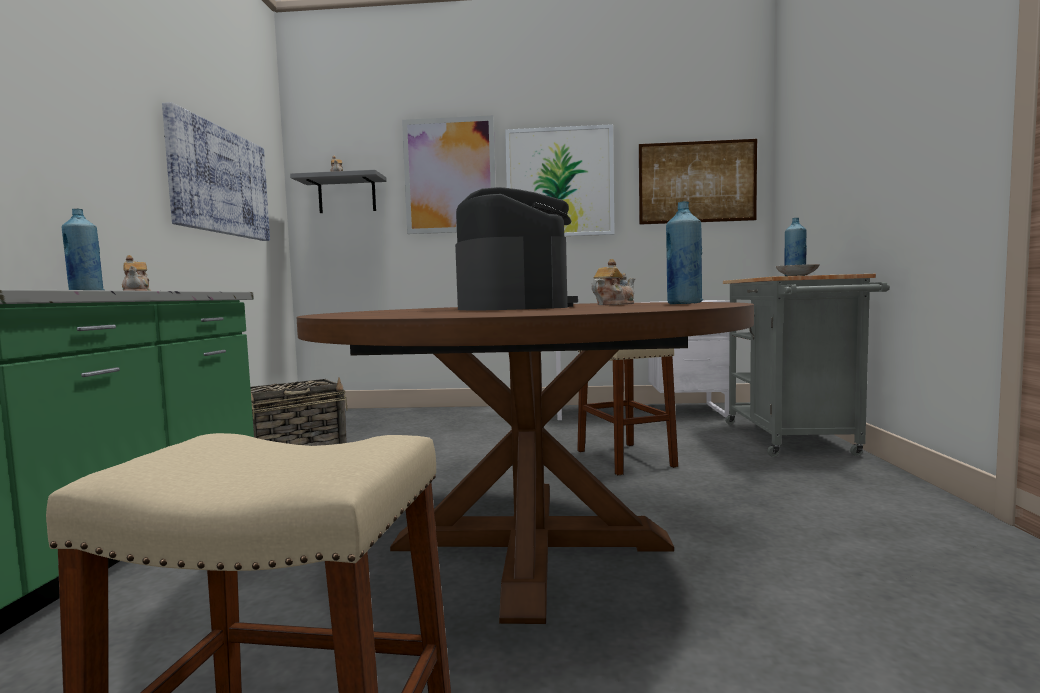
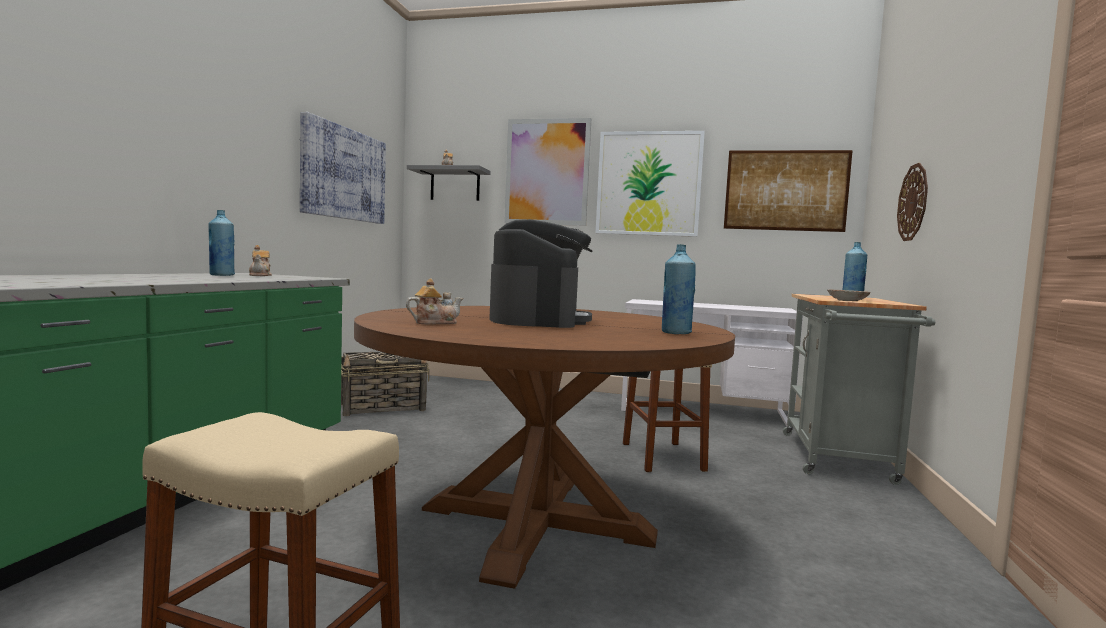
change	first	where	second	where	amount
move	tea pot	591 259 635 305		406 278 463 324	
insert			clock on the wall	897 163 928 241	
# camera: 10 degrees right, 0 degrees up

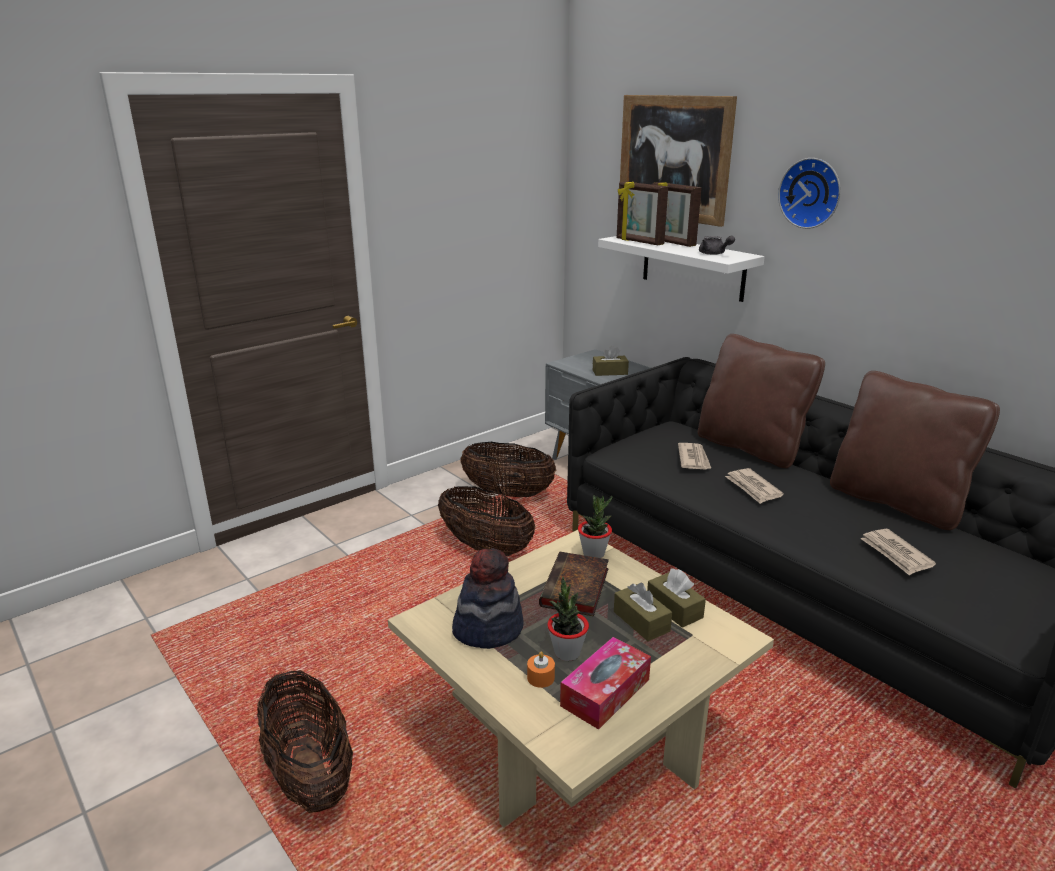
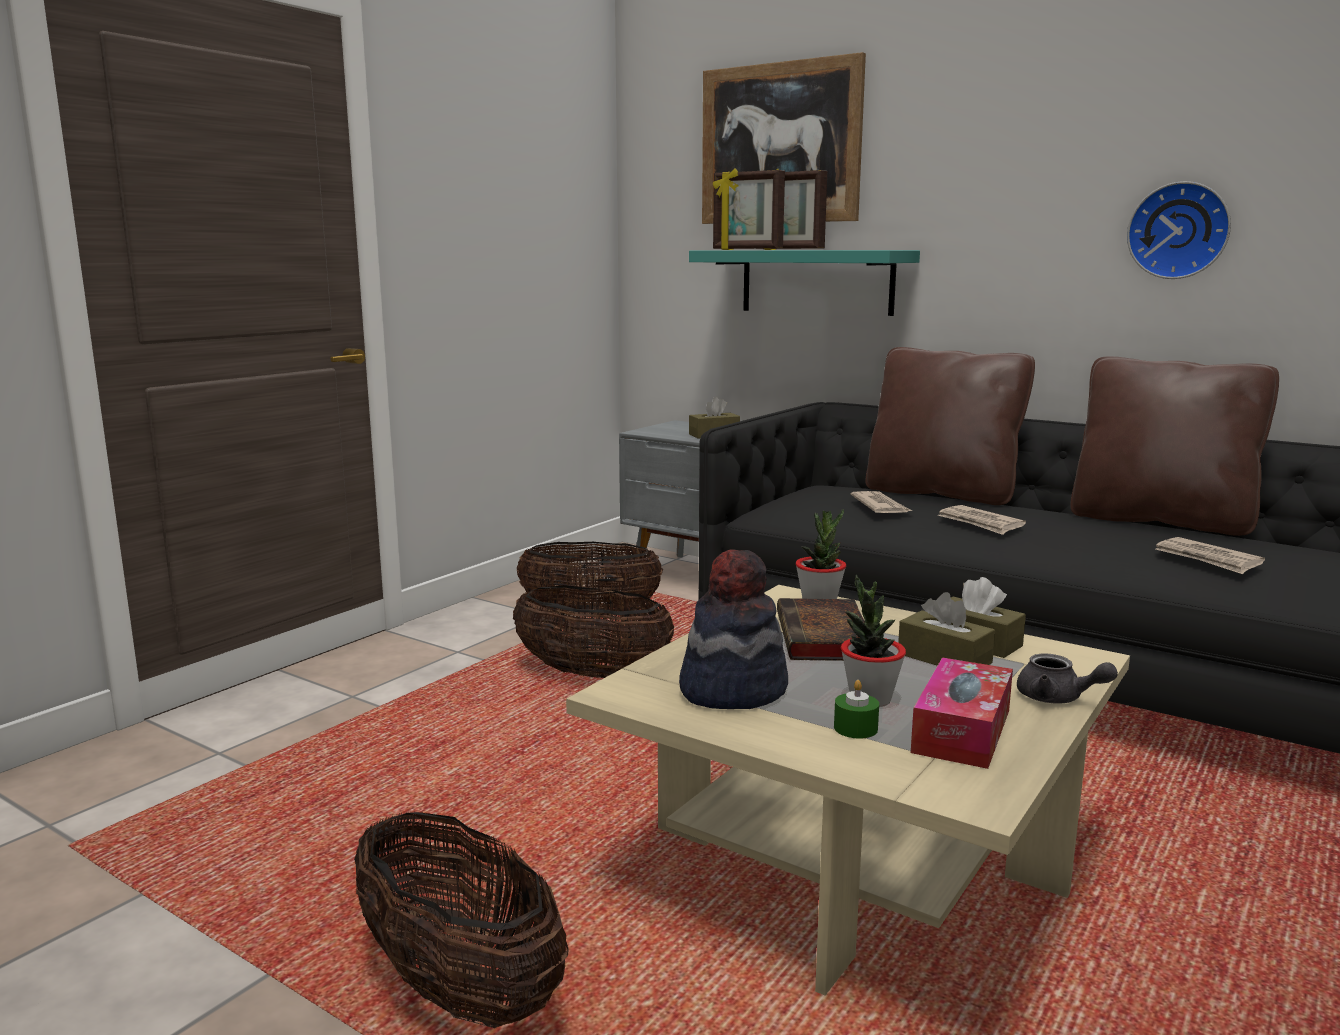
change	first	where	second	where	amount
recolor	shelf (white)	598 236 765 302	shelf (turquoise-coloured)	689 250 920 316	
recolor	wax candle (orange)	527 651 555 688	wax candle (green-coloured)	834 680 879 739	
move	tea pot (grey)	699 236 735 255		1017 653 1118 703	
move	clock on the wall	778 158 841 229		1127 181 1231 279	
# camera: 15 degrees left, 10 degrees down

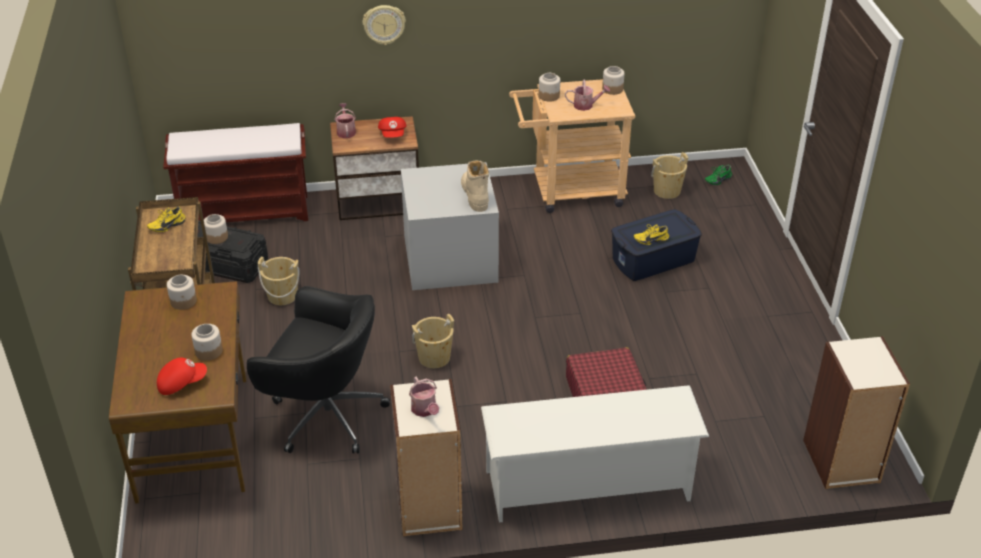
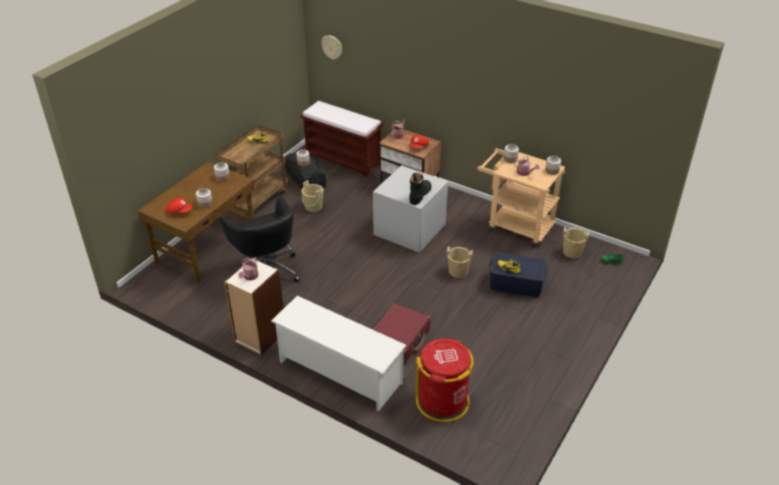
change	first	where	second	where	amount
move	clock on the wall	363 5 406 45		321 35 342 60	
recolor	tall boot (sand-coloured)	461 160 489 212	tall boot (blackish)	409 172 432 205	
insert			trash can (reddish)	416 338 474 422	
move	bucket (sand-coloured)	412 314 454 368		446 246 473 278	
delete	shelving unit	803 336 910 489			
# camera: 40 degrees right, 0 degrees up

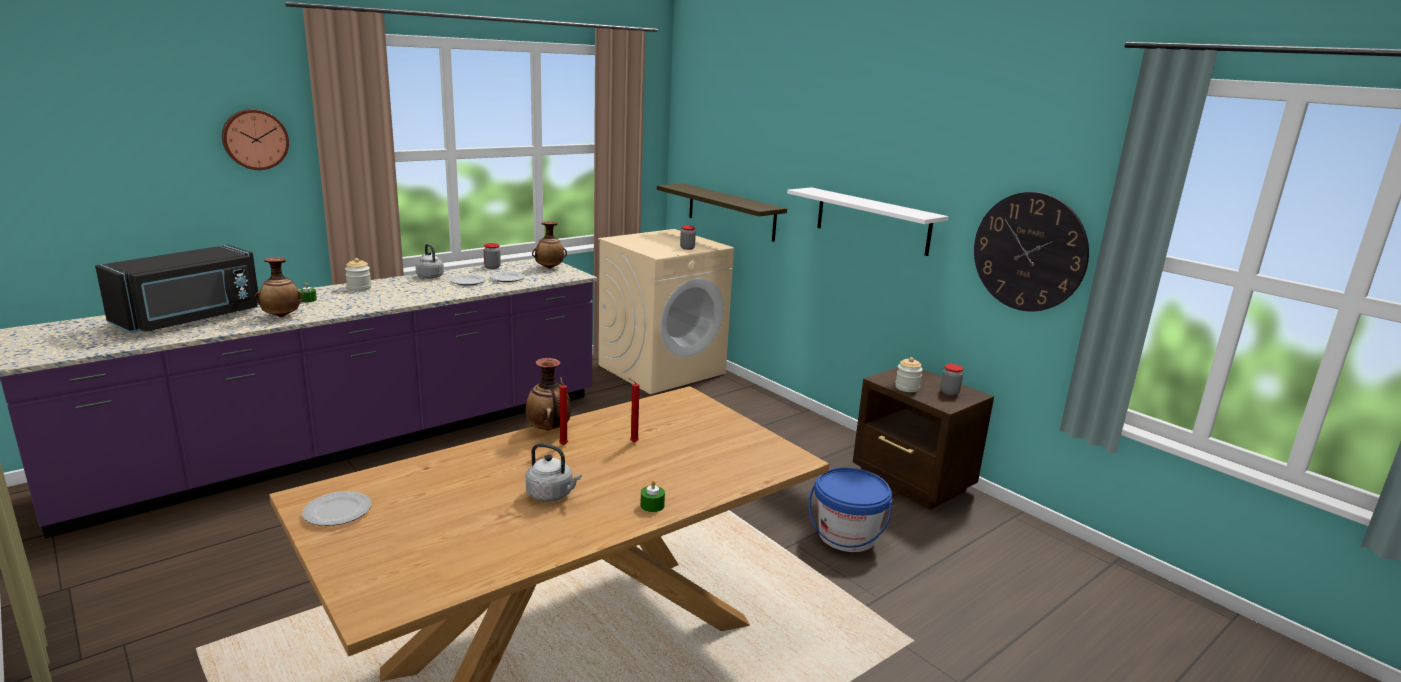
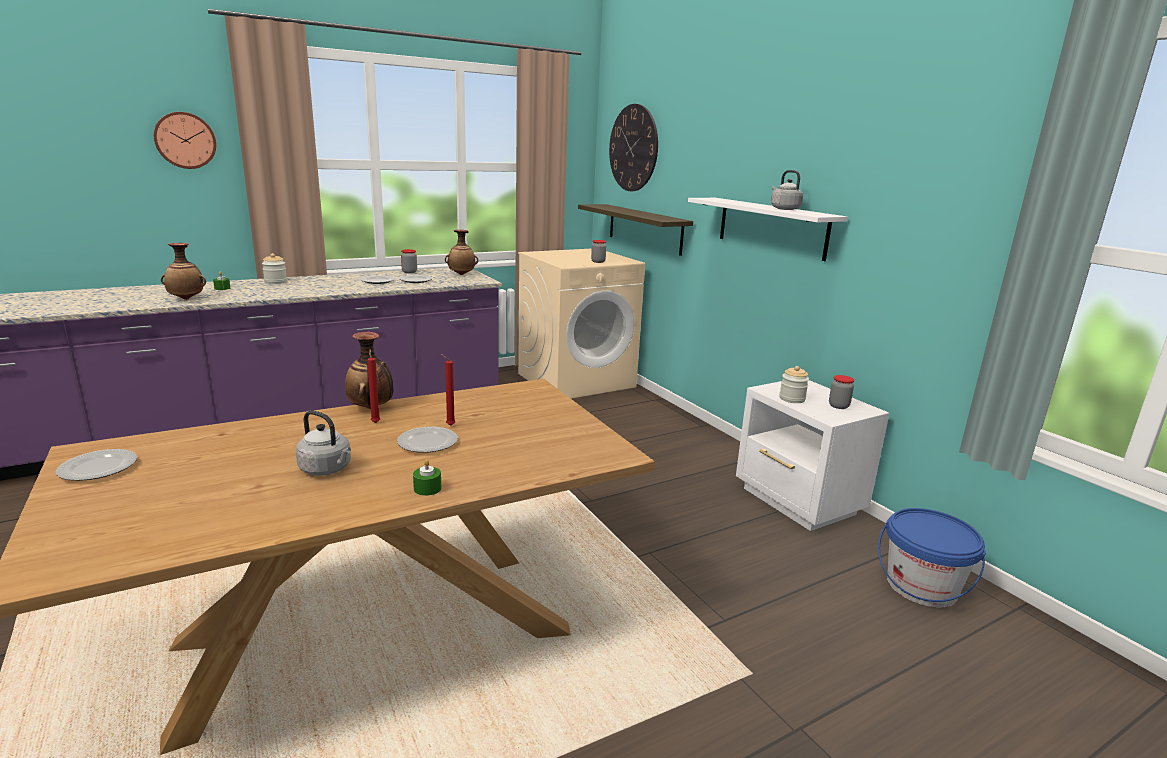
change	first	where	second	where	amount
insert			dinner plate	397 427 458 453	
move	clock on the wall	974 192 1089 312		609 104 658 191	
recolor	bedside table (brownish)	853 367 994 510	bedside table (white)	736 380 889 531	
move	water kettle (grey)	415 244 444 279		771 170 803 210	
move	bucket (blue-coloured)	809 468 892 552		878 508 986 607	
delete	microwave oven (blackish)	95 245 259 333			
# camera: 10 degrees right, 0 degrees up

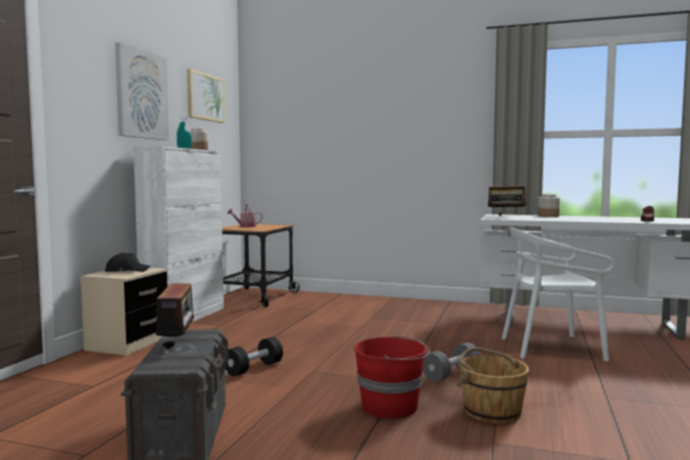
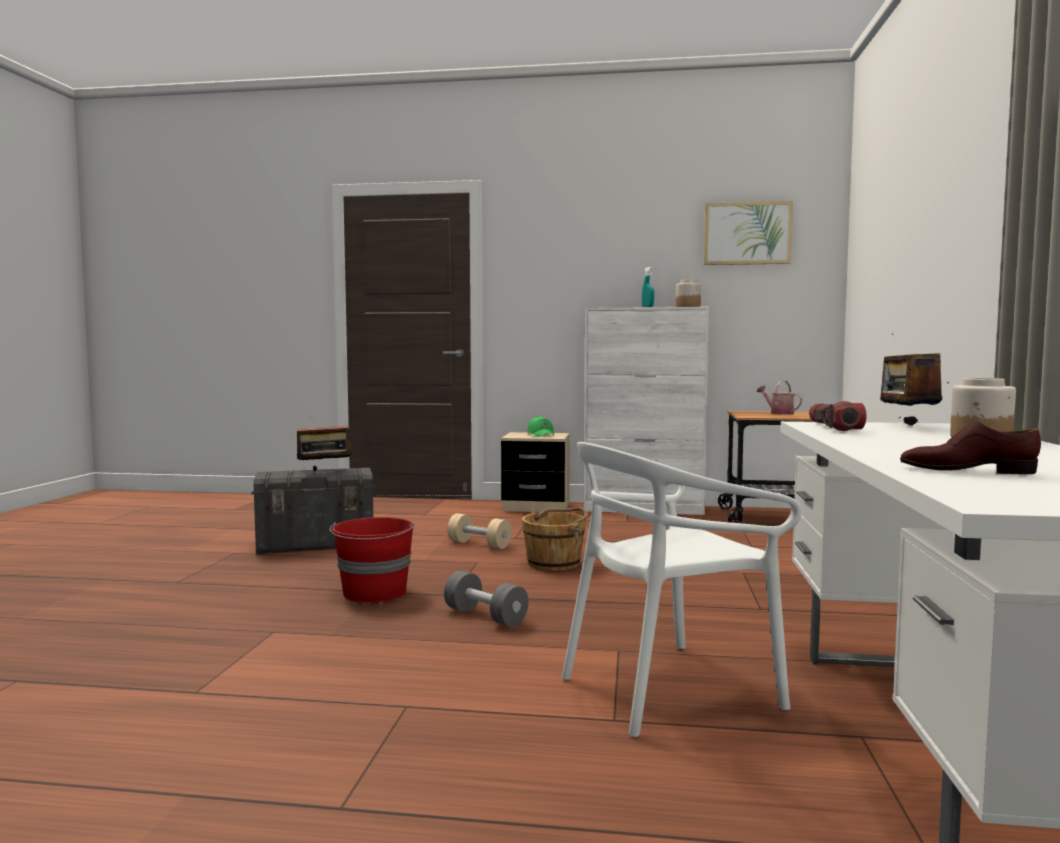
change	first	where	second	where	amount
recolor	free weight (blackish)	226 337 283 376	free weight (sand-coloured)	447 513 512 549	
move	bucket (brownish)	456 347 529 424		522 507 588 571	
recolor	baseball cap (blackish)	105 253 150 272	baseball cap (green-coloured)	527 416 554 437	
rotate	plain chair (white)	502 227 615 362		562 442 802 737	105 degrees counterclockwise
insert			torch	809 401 866 431	
delete	wall picture	115 43 169 140			
# camera: 80 degrees right, 0 degrees up

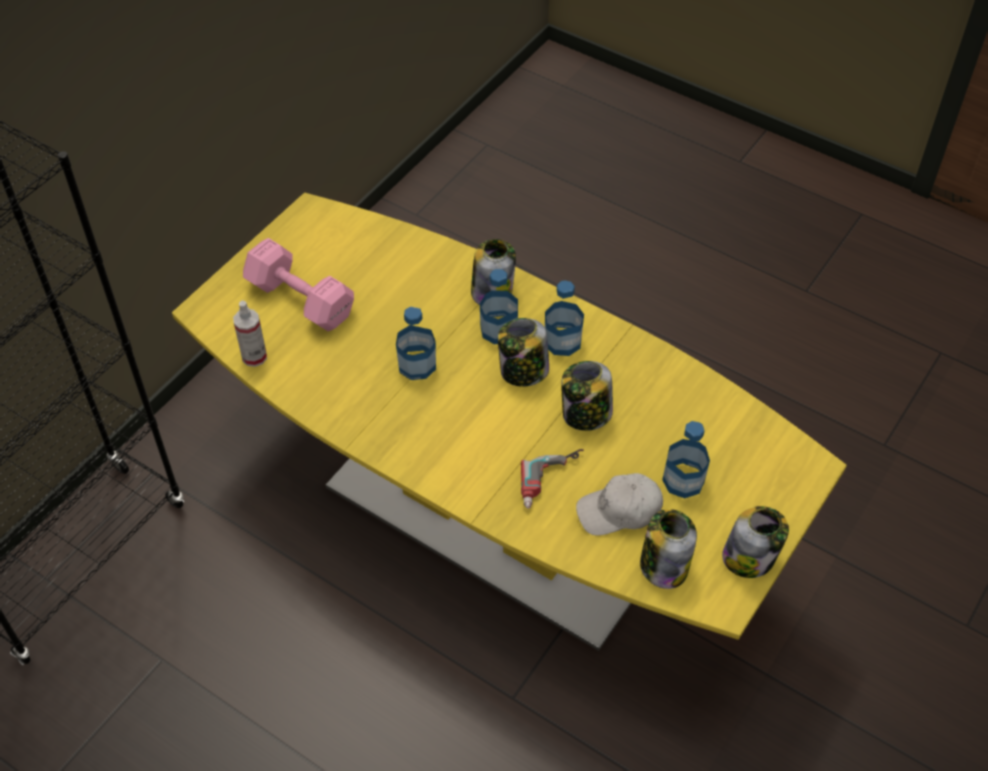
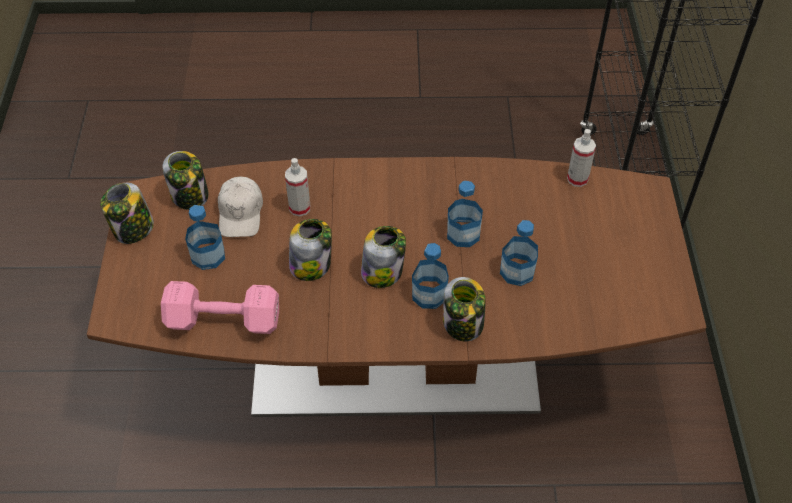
change	first	where	second	where	amount
recolor	dining table (yellowish)	172 193 847 651	dining table (brownish)	87 157 707 417	
move	free weight (pink)	243 238 354 331		161 281 279 334	
rotate	baseball cap (white)	576 473 663 536		218 177 263 237	135 degrees clockwise
replace	drill	521 449 584 509	hand sprayer	285 158 310 216	
move	bottle	545 280 584 356		500 220 538 286	
# camera: 145 degrees right, 0 degrees up

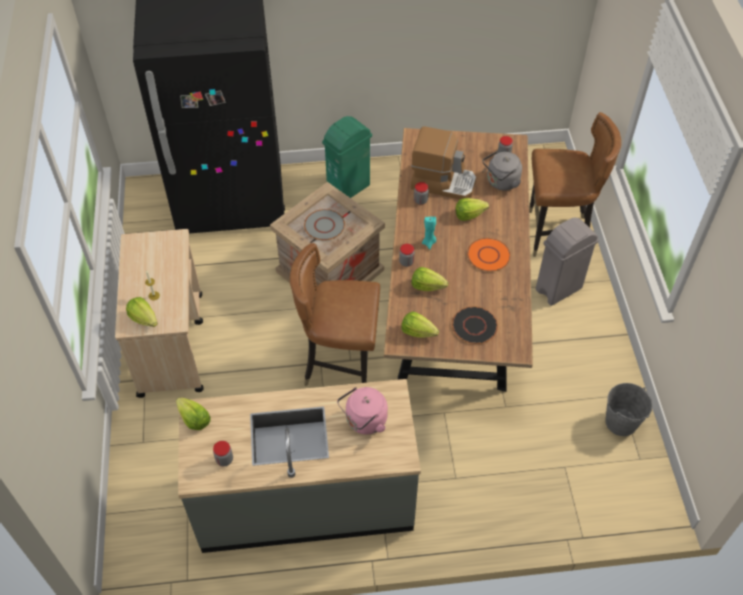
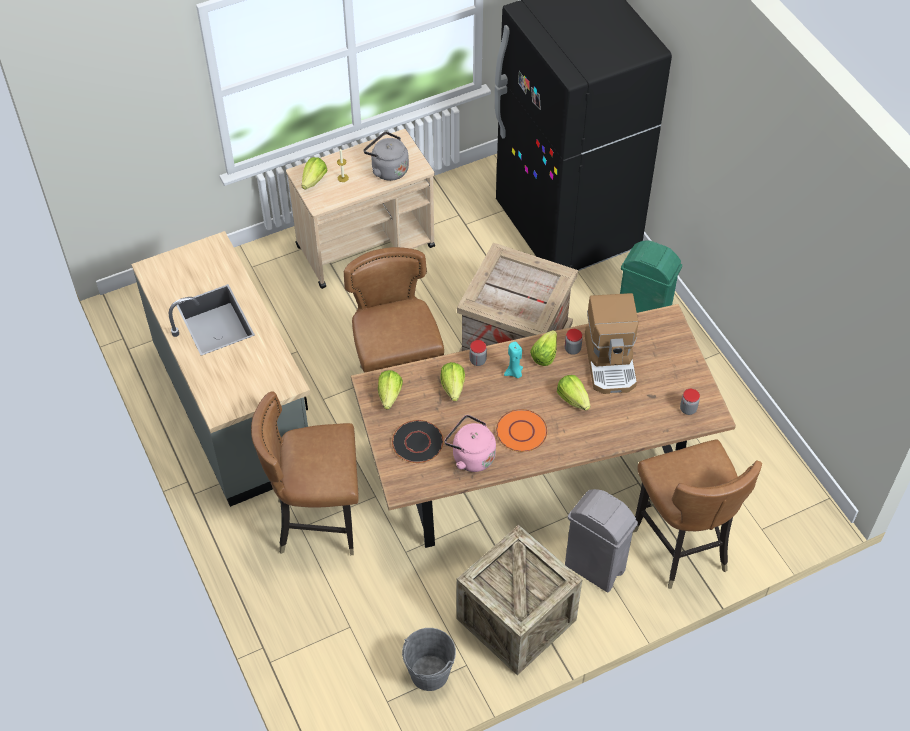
change	first	where	second	where	amount
insert			plain chair (brownish)	251 391 359 555	
move	water kettle (grey)	483 151 522 190		364 132 409 181	
move	water kettle (pink)	337 387 388 434		445 415 496 472	
insert			packing crate	457 525 582 675	
move	head of lettuce	176 398 211 430		530 330 557 366	
delete	jar	213 441 233 467			
delete	dinner plate (grey)	304 209 345 240			
# camera: 70 degrees right, 0 degrees up

